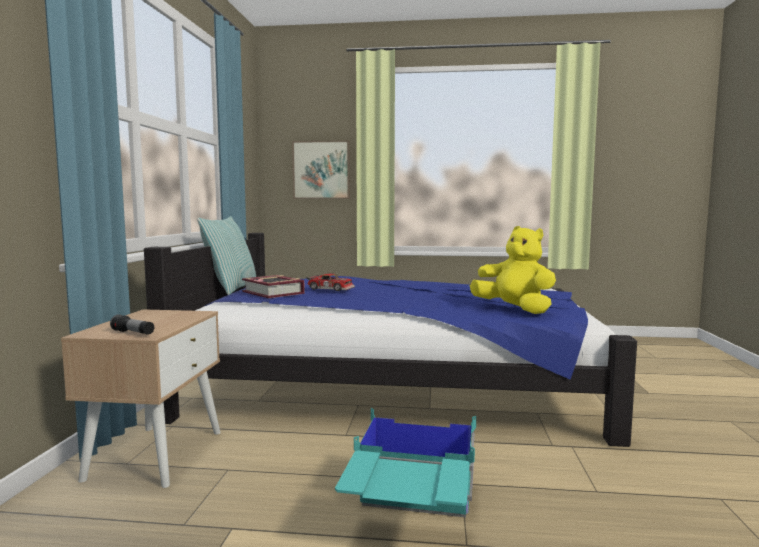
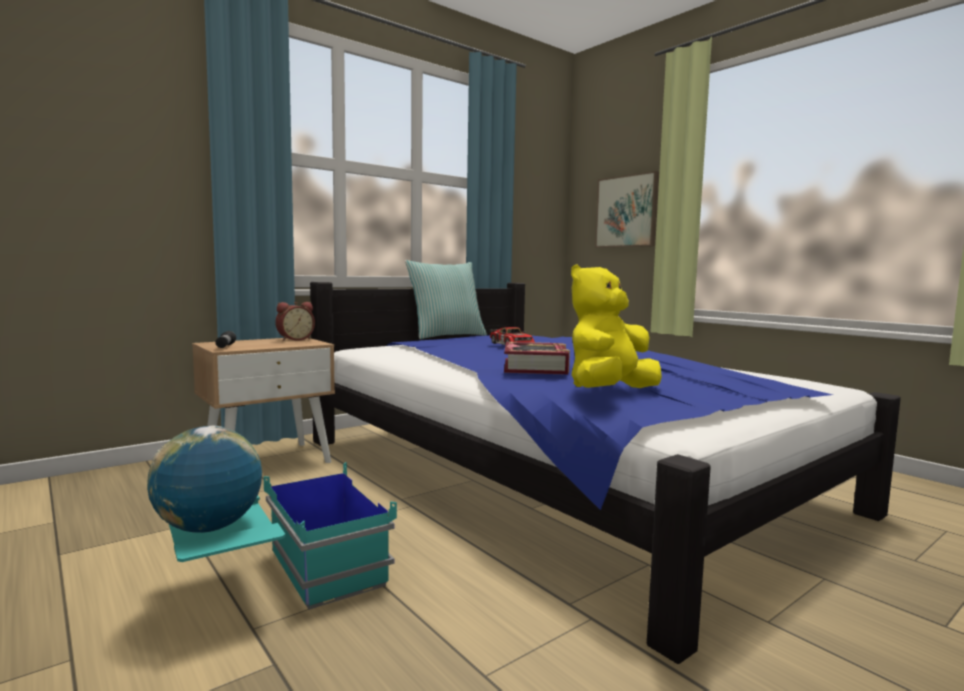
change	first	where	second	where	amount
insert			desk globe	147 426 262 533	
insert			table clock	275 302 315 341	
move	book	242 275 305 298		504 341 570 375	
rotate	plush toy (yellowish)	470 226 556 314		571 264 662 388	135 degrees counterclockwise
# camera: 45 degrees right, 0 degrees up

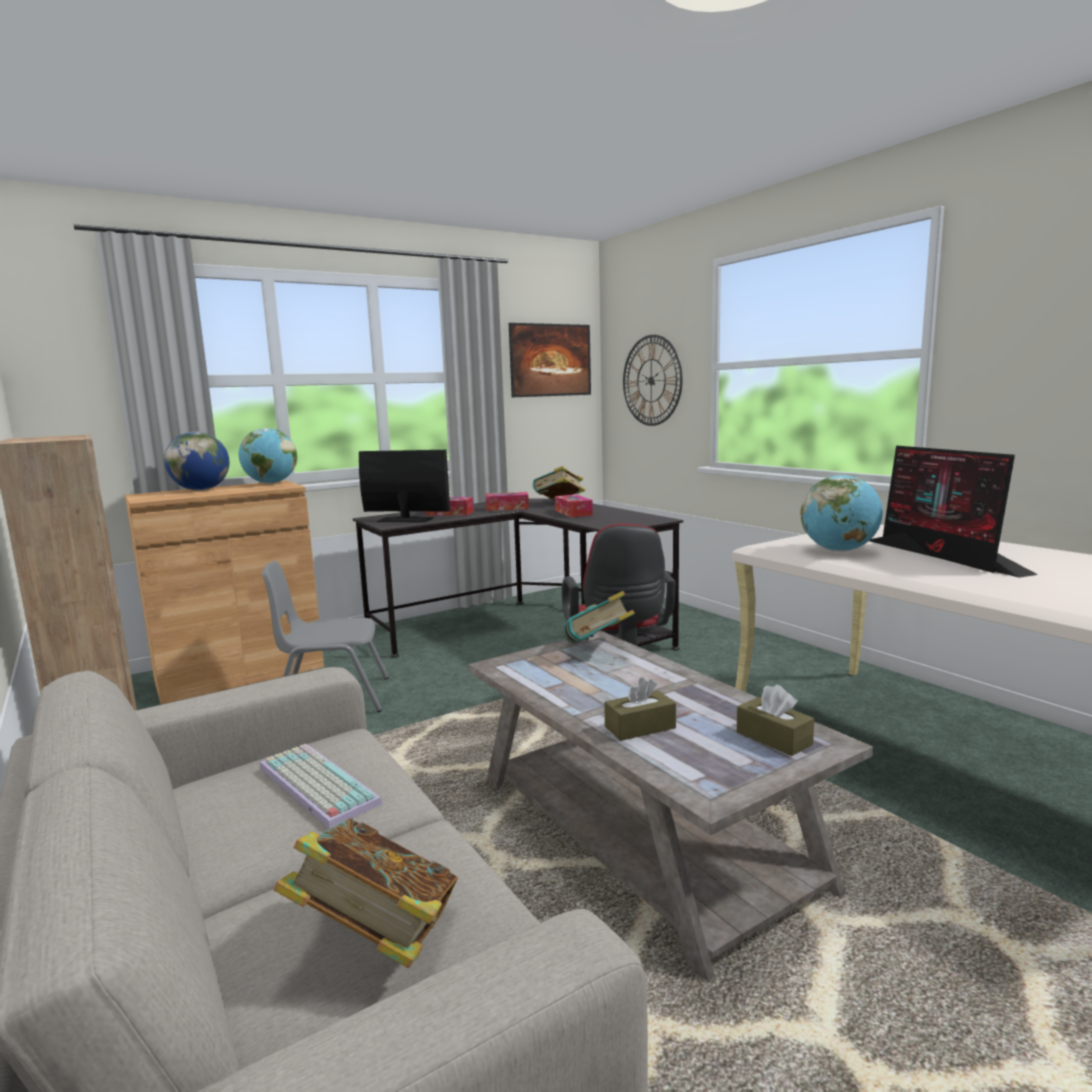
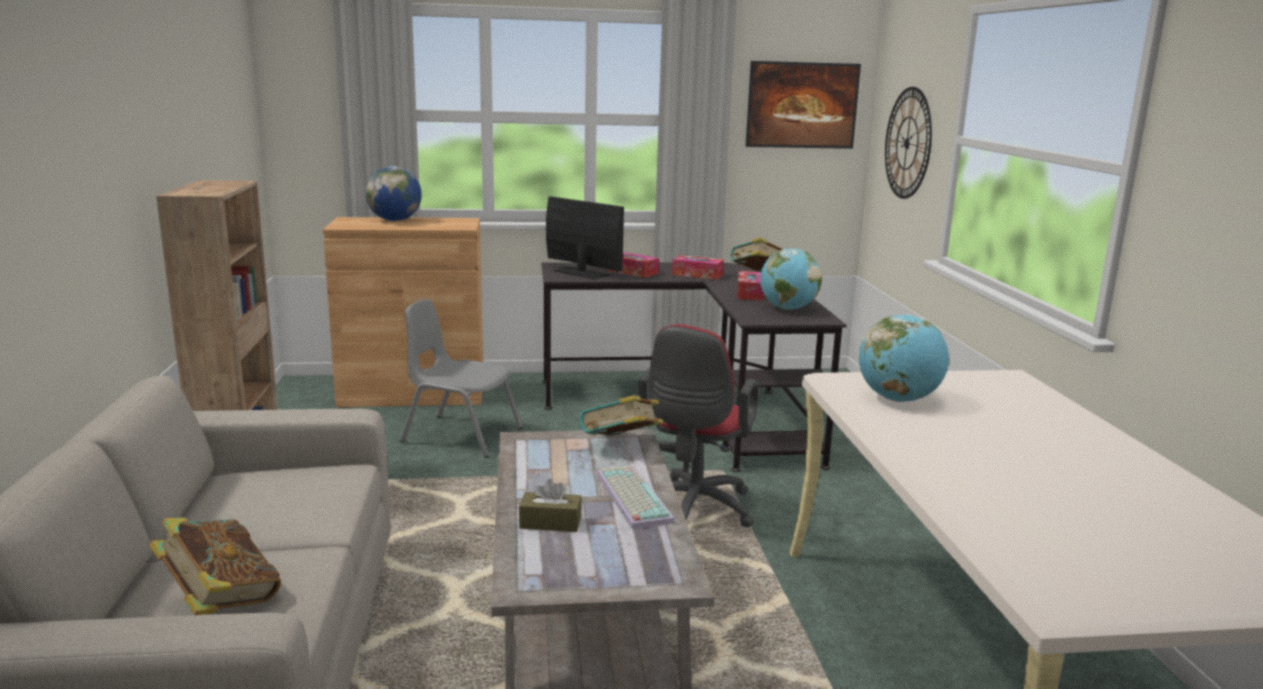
change	first	where	second	where	amount
move	computer keyboard	260 744 383 829		597 465 675 529	
move	desk globe	239 428 297 484		760 248 822 310	
delete	tissue holder (brownish)	737 685 814 756			
delete	computer screen	869 446 1038 578			
# camera: 25 degrees right, 5 degrees up

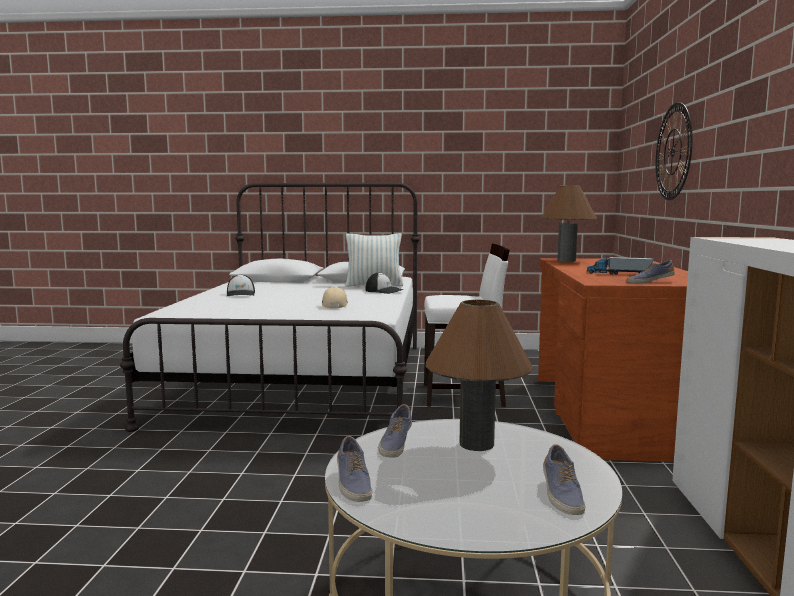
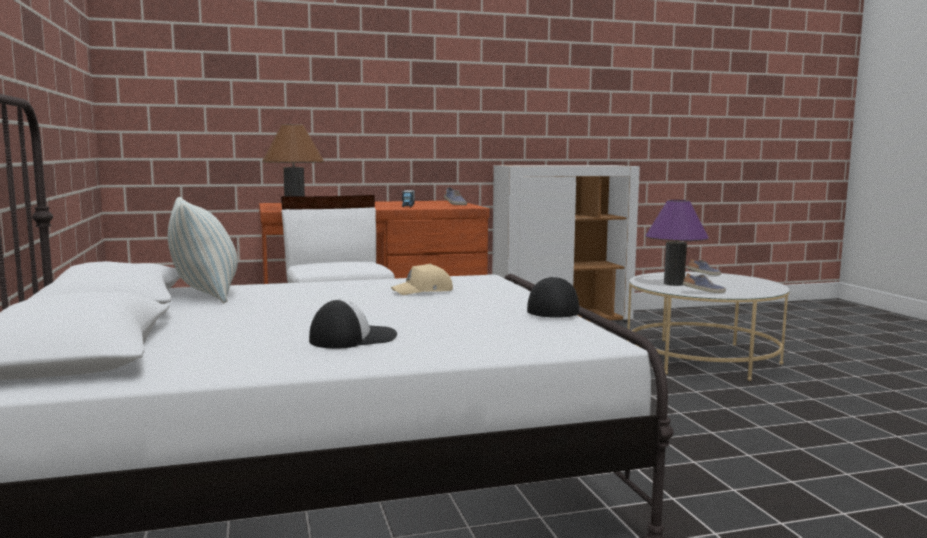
change	first	where	second	where	amount
move	baseball cap	365 272 404 294		527 276 579 318	
recolor	lamp for a table (brownish)	426 300 533 451	lamp for a table (purple)	645 200 709 286	
delete	shoe	337 436 372 502			
delete	clock on the wall	656 102 693 200			
# camera: 110 degrees left, 0 degrees up

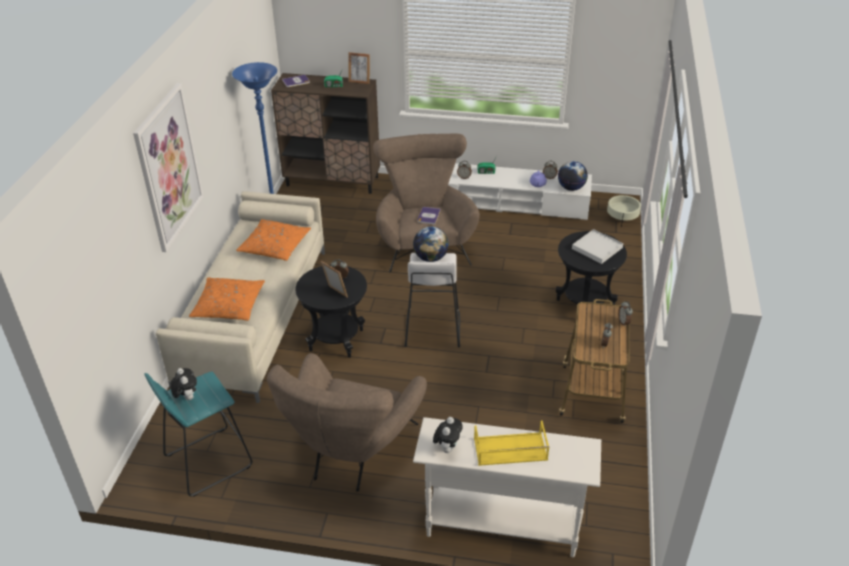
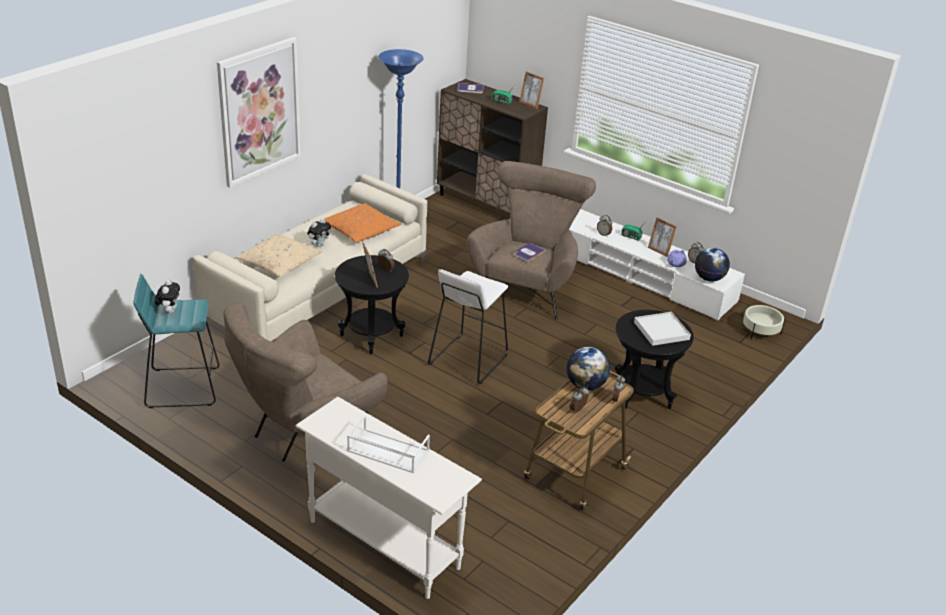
change	first	where	second	where	amount
recolor	cushion (orange)	189 277 265 321	cushion (sand-coloured)	235 233 322 277	
move	plush toy	433 417 463 453		307 219 331 247	
recolor	tray (yellowish)	474 421 550 466	tray (white)	347 414 430 473	
move	desk globe	413 226 449 262		566 347 610 390	
insert			picture frame	648 217 677 257	
# camera: 25 degrees right, 5 degrees down

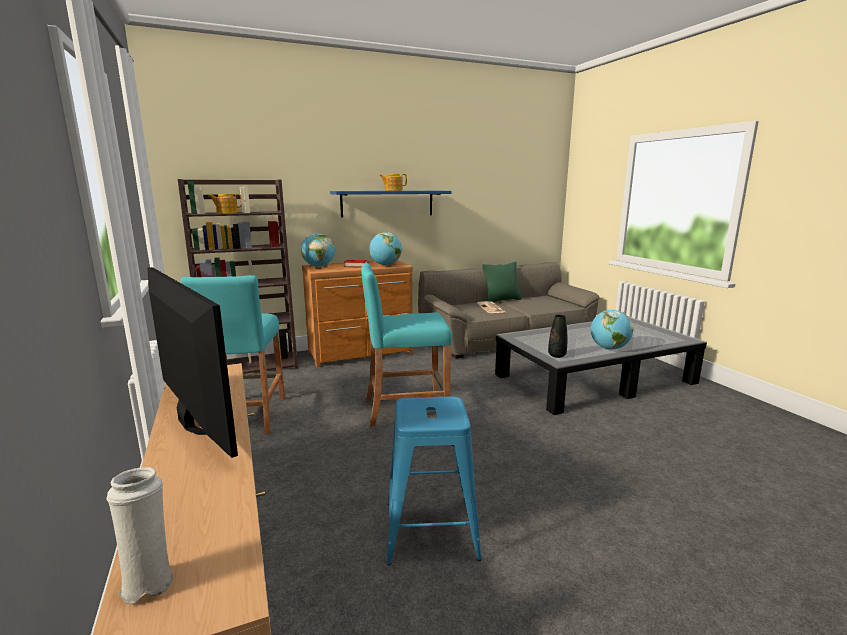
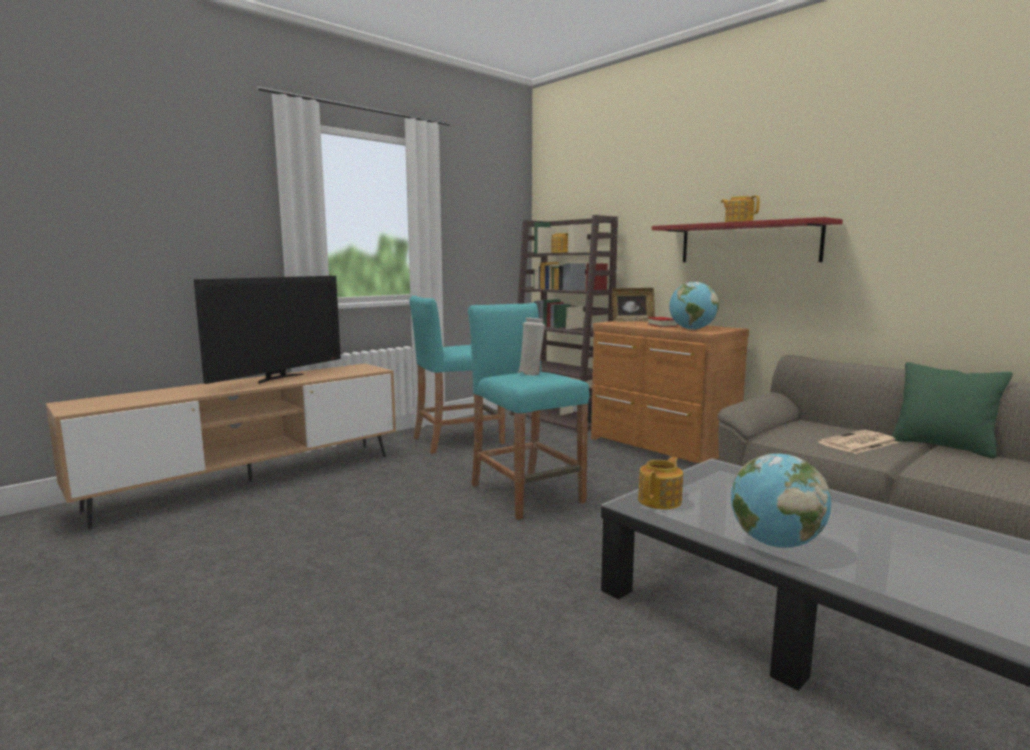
change	first	where	second	where	amount
move	flower vase (white)	106 467 173 604		518 318 545 376	
replace	desk globe	301 233 335 267	picture frame	612 288 655 322	
replace	flower vase (blackish)	548 315 567 358	tea pot	638 457 683 509	
recolor	shelf (blue-coloured)	330 191 452 218	shelf (reddish)	652 217 843 262	
delete	stool (blue-coloured)	386 396 482 565			
# camera: 70 degrees right, 5 degrees down

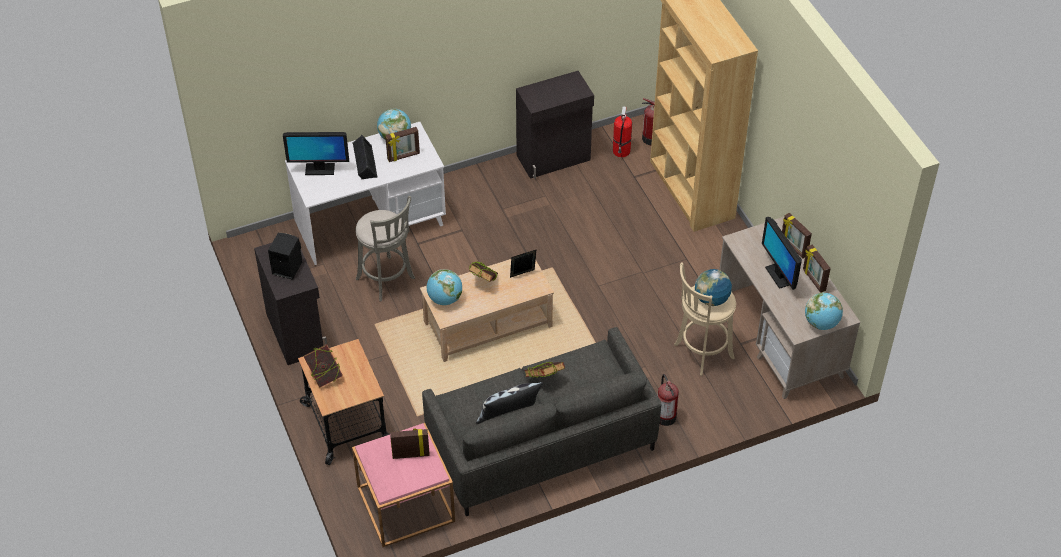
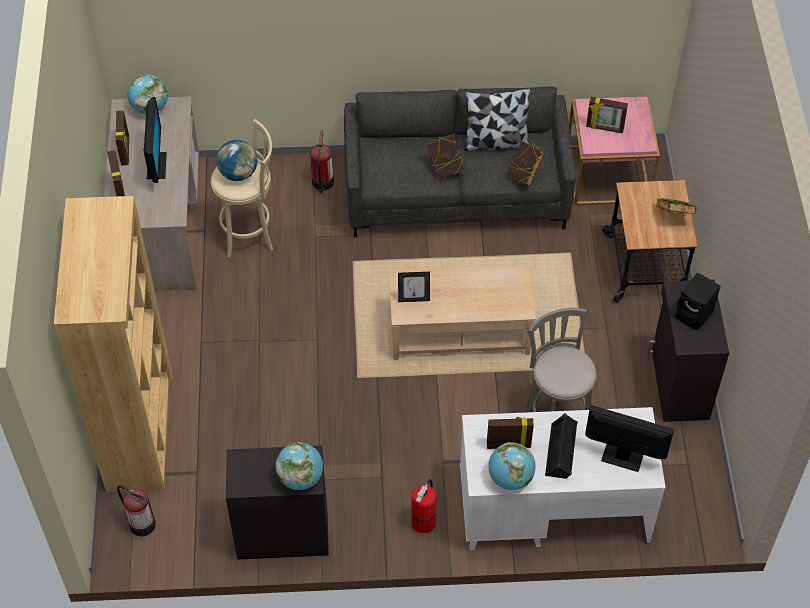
change	first	where	second	where	amount
move	desk globe	427 269 462 305		275 442 323 490	
move	fire-fighting cylinder	613 106 632 157		411 479 437 533	
move	book	469 261 498 282		507 141 545 186	
# camera: 160 degrees left, 5 degrees up

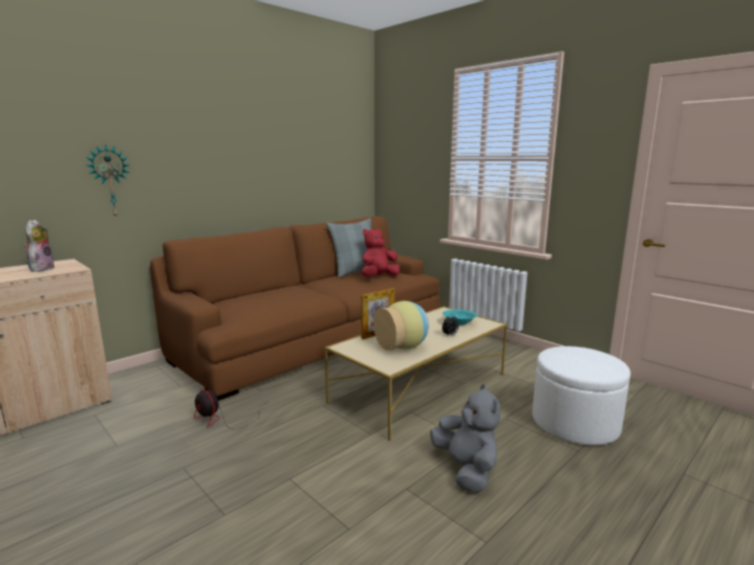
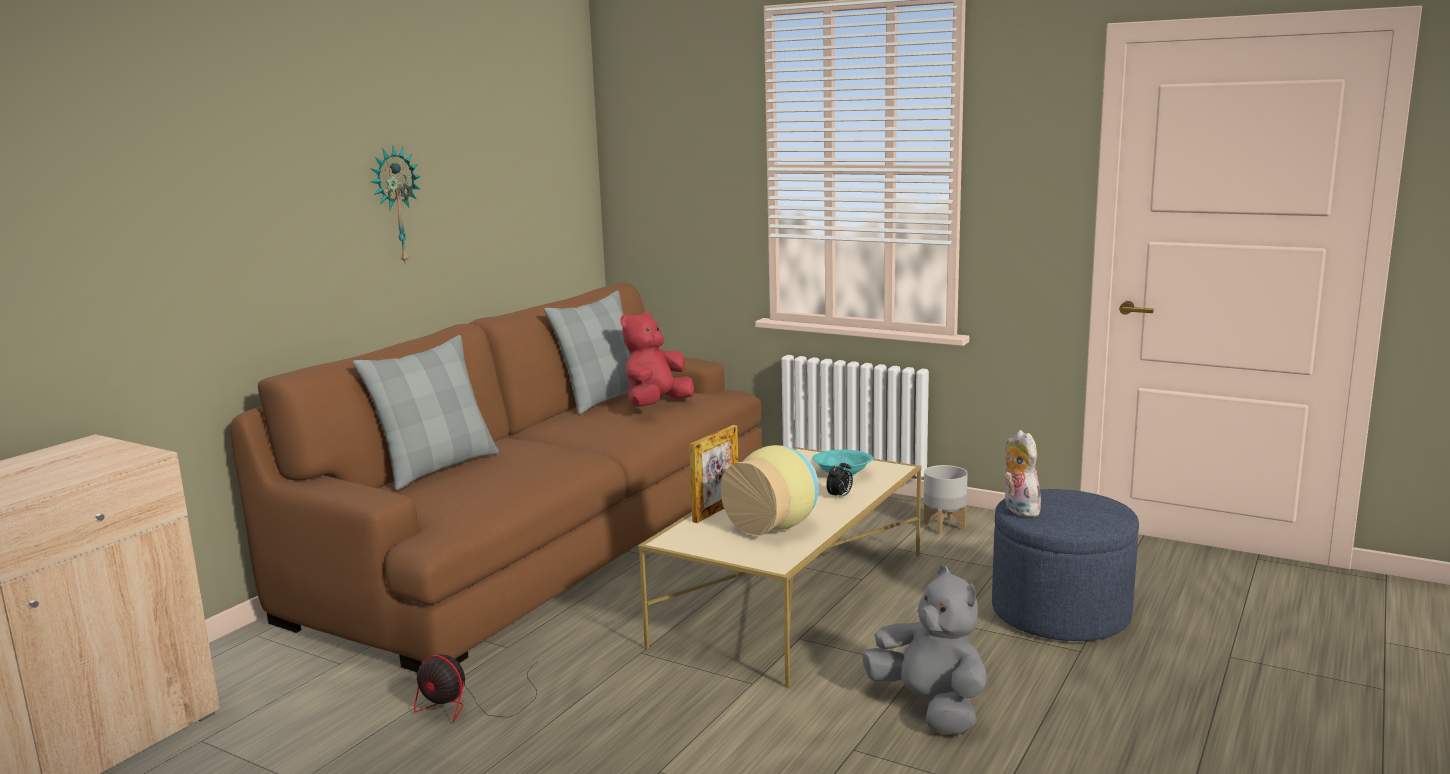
change	first	where	second	where	amount
insert			cushion (grey)	353 335 499 490	
move	clock on the wall	86 144 130 216		371 146 421 265	
insert			plant pot (grey)	924 465 968 534	
recolor	ottoman (white)	532 346 631 445	ottoman (blue-coloured)	992 489 1139 641	
move	plush toy	24 219 55 272		1004 430 1041 517	
# camera: 15 degrees left, 0 degrees up

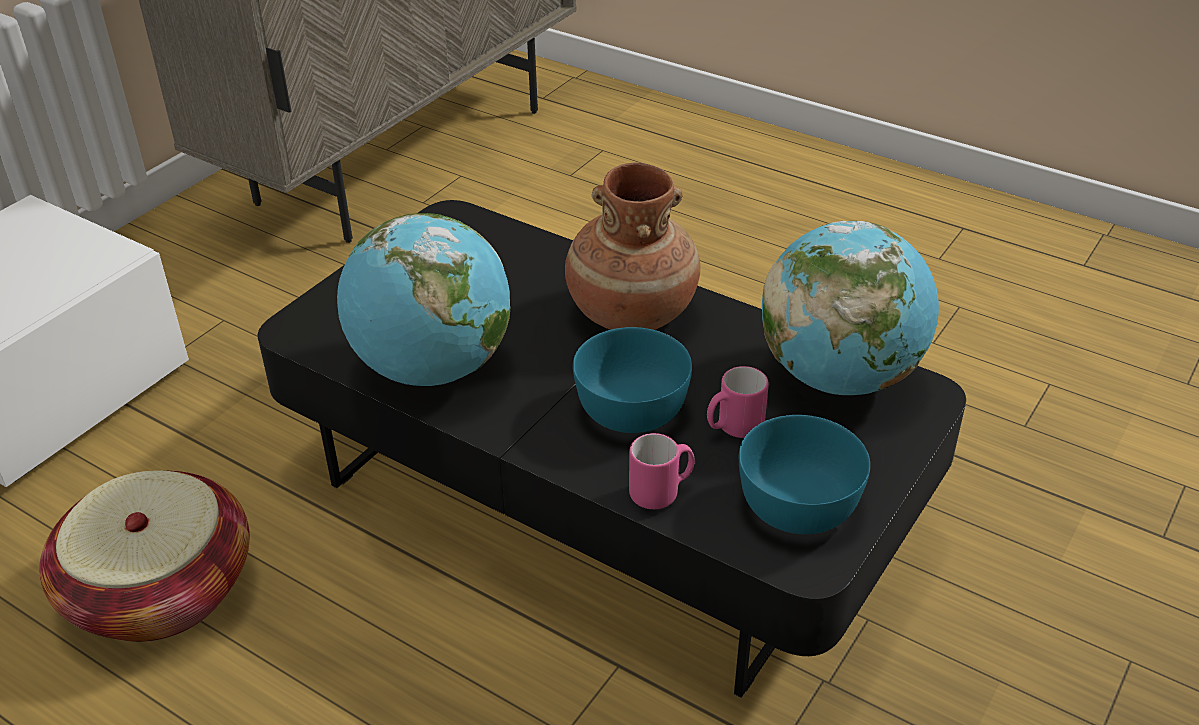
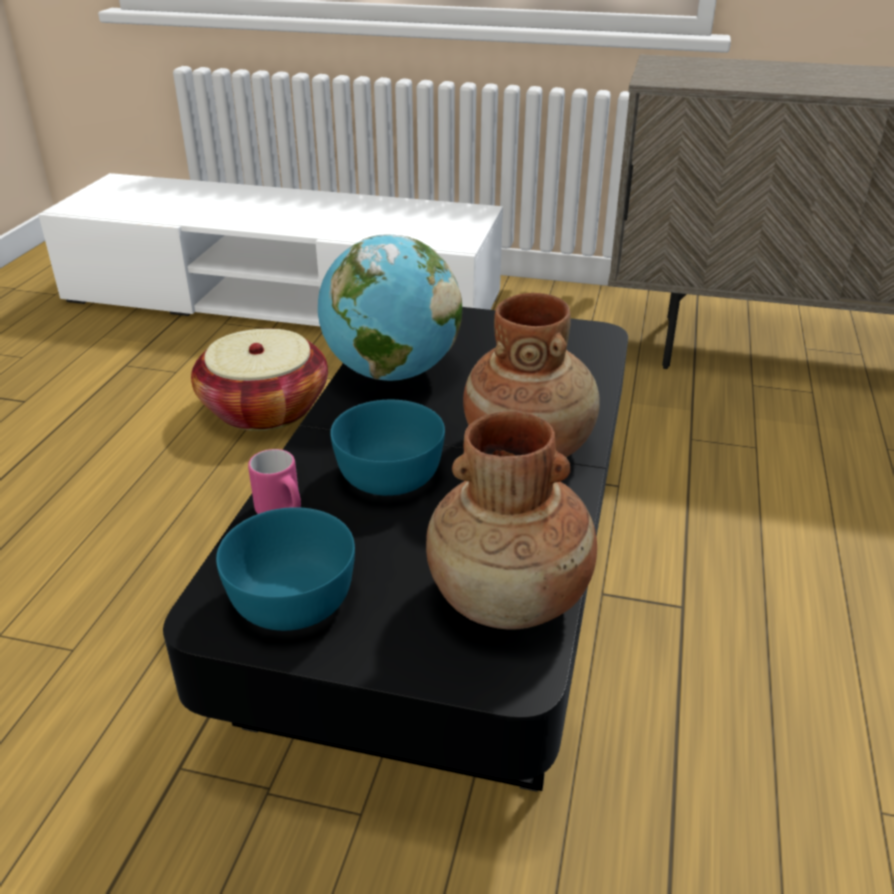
change	first	where	second	where	amount
replace	desk globe	762 221 939 395	flower vase (brownish)	426 411 597 630	
delete	coffee mug (pink)	707 366 769 438			
# camera: 70 degrees right, 5 degrees down

